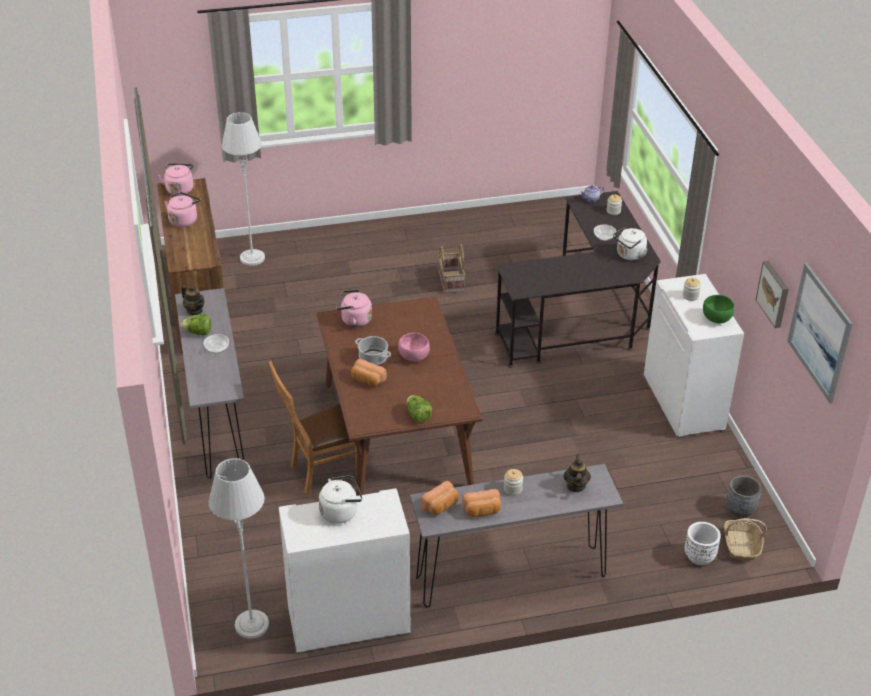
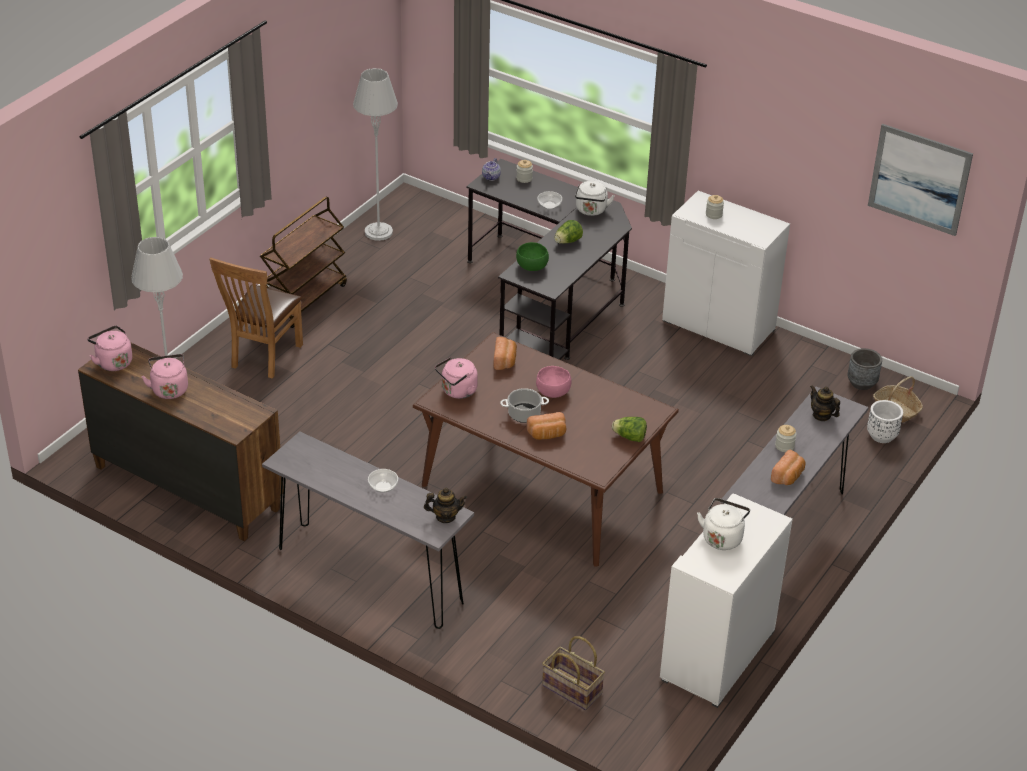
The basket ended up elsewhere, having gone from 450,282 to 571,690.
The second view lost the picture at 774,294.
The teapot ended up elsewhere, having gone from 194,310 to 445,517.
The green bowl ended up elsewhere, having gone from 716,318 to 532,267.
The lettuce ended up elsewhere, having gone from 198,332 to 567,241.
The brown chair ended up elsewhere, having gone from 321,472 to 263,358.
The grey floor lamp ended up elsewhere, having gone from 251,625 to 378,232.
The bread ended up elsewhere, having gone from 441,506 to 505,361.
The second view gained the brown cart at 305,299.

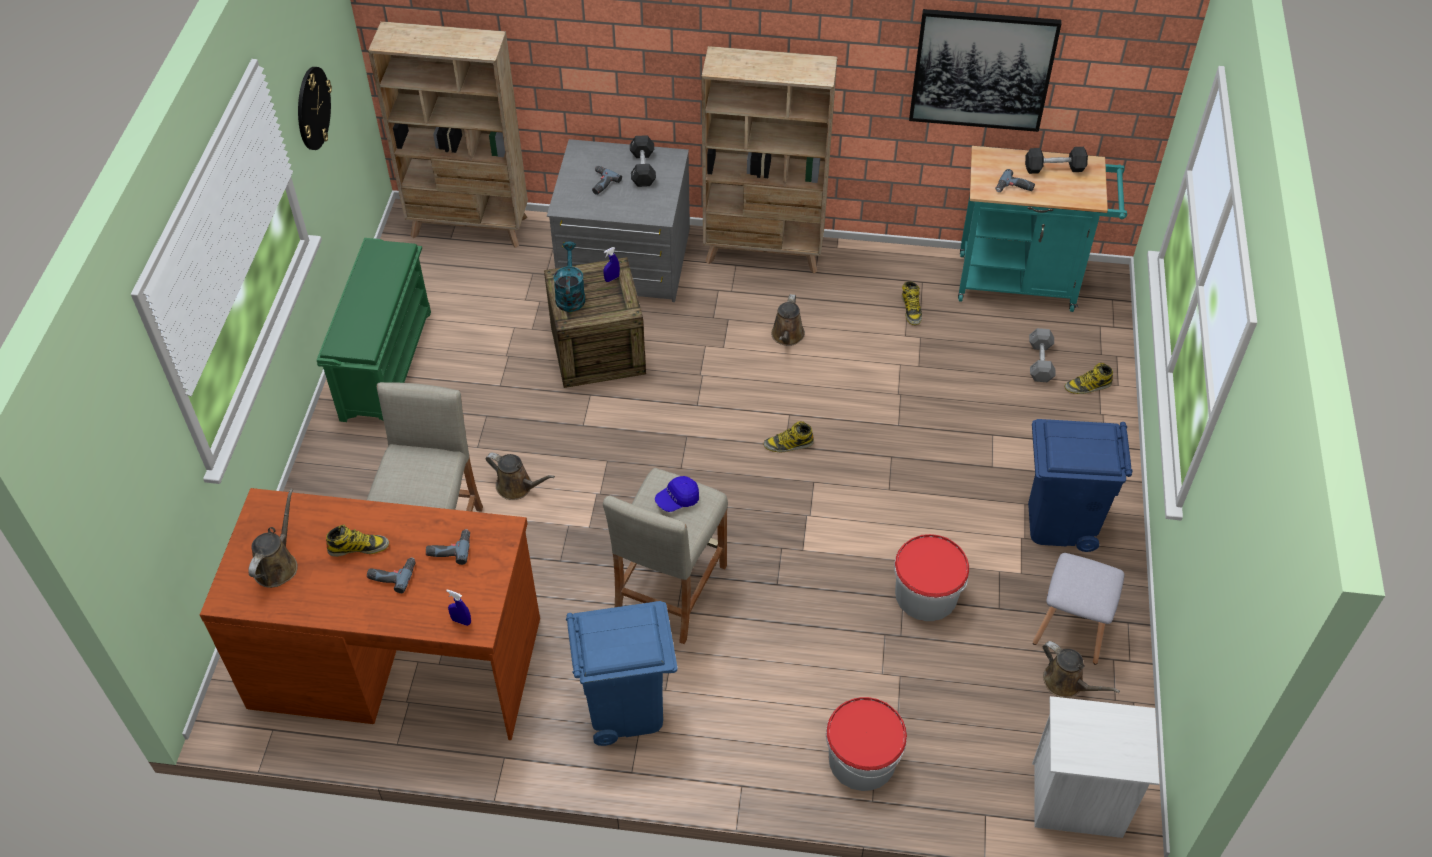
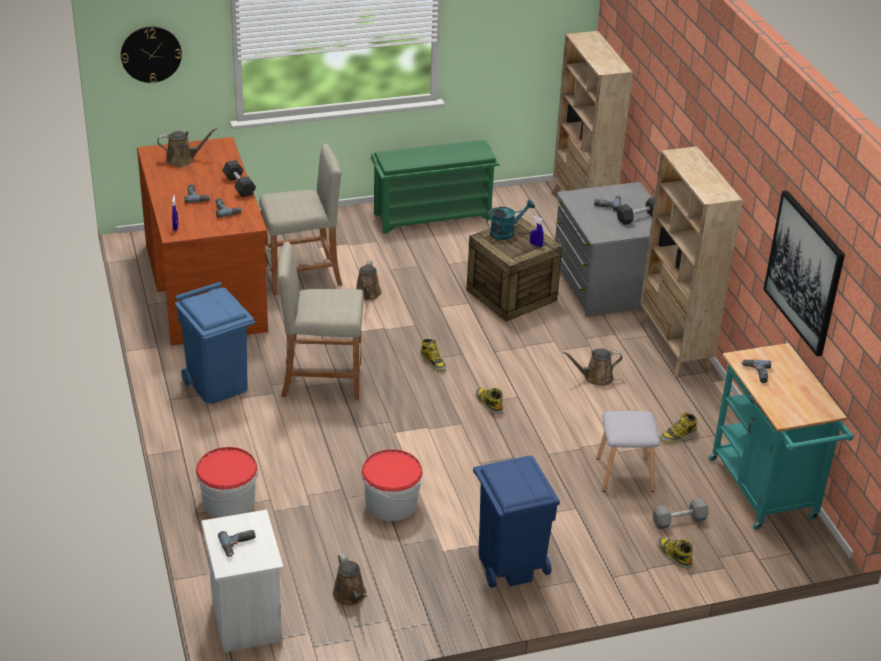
The wall clock ended up elsewhere, having gone from 313,108 to 151,54.
The black dumbbell ended up elsewhere, having gone from 1054,168 to 239,186.
The second view lost the blue cap at 677,500.
The boot ended up elsewhere, having gone from 358,547 to 433,361.
The grey stool ended up elsewhere, having gone from 1072,629 to 623,475.
The brown watering can at 1066,683 ended up facing another way, 45 degrees counterclockwise from before.
The second view gained the power drill at 239,545.

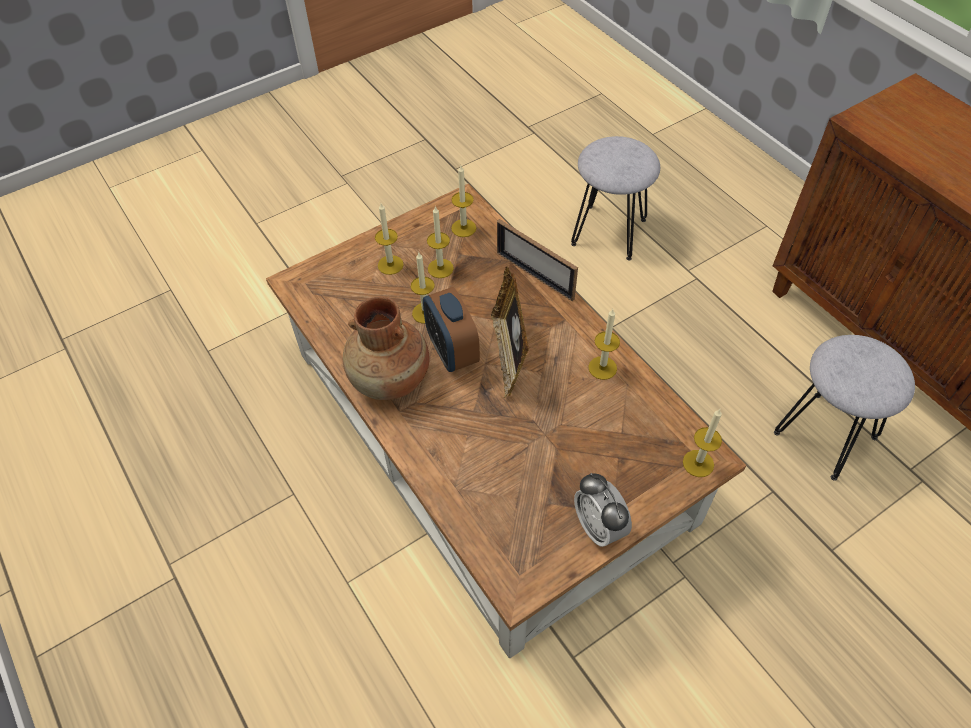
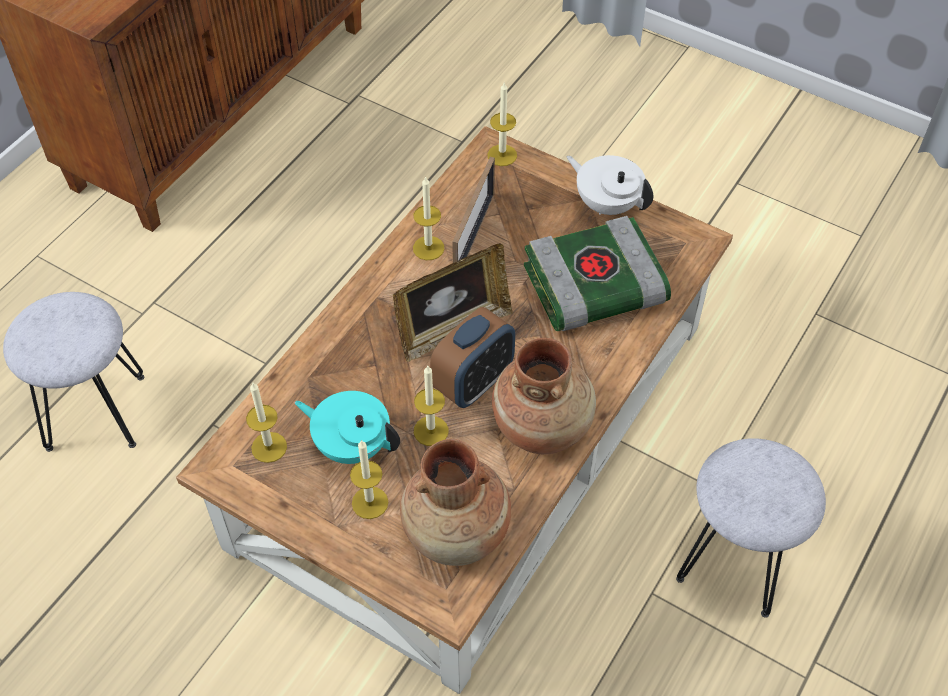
Where the candle stood at 440,268, the turquoise teapot came to stand at 352,444.
The picture frame ended up elsewhere, having gone from 534,275 to 474,235.
The grey stool ended up elsewhere, having gone from 826,435 to 736,558.
Where the alarm clock stood at 599,527, the white teapot came to stand at 607,204.
The second view gained the book at 593,288.
The second view gained the brown vase at 457,532.

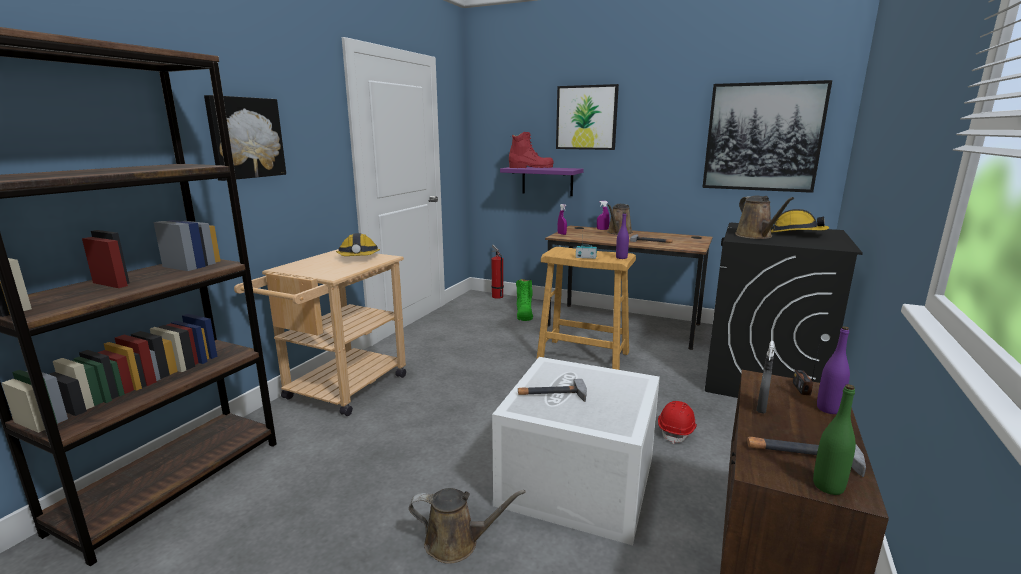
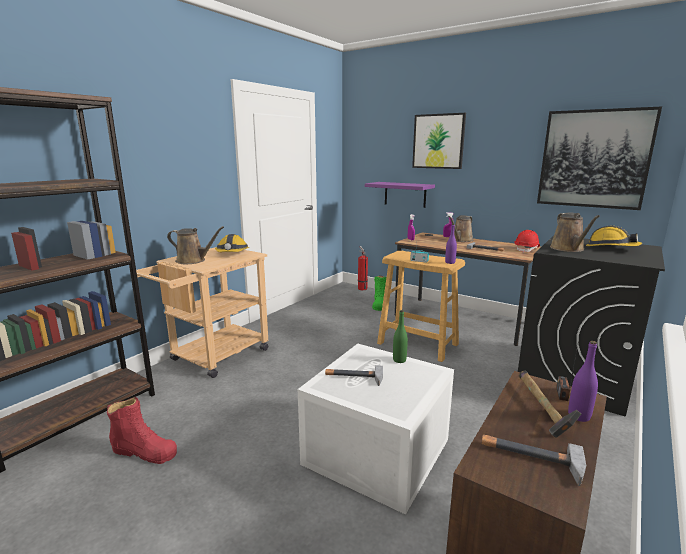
The second view lost the picture at 245,138.
The red boot ended up elsewhere, having gone from 531,167 to 144,451.
The second view lost the grey spray bottle at 761,408.
The green bottle ended up elsewhere, having gone from 828,486 to 399,360.
The red hard hat ended up elsewhere, having gone from 676,431 to 526,249.
The brown watering can ended up elsewhere, having gone from 457,543 to 193,260.
The second view gained the hammer at 541,409.

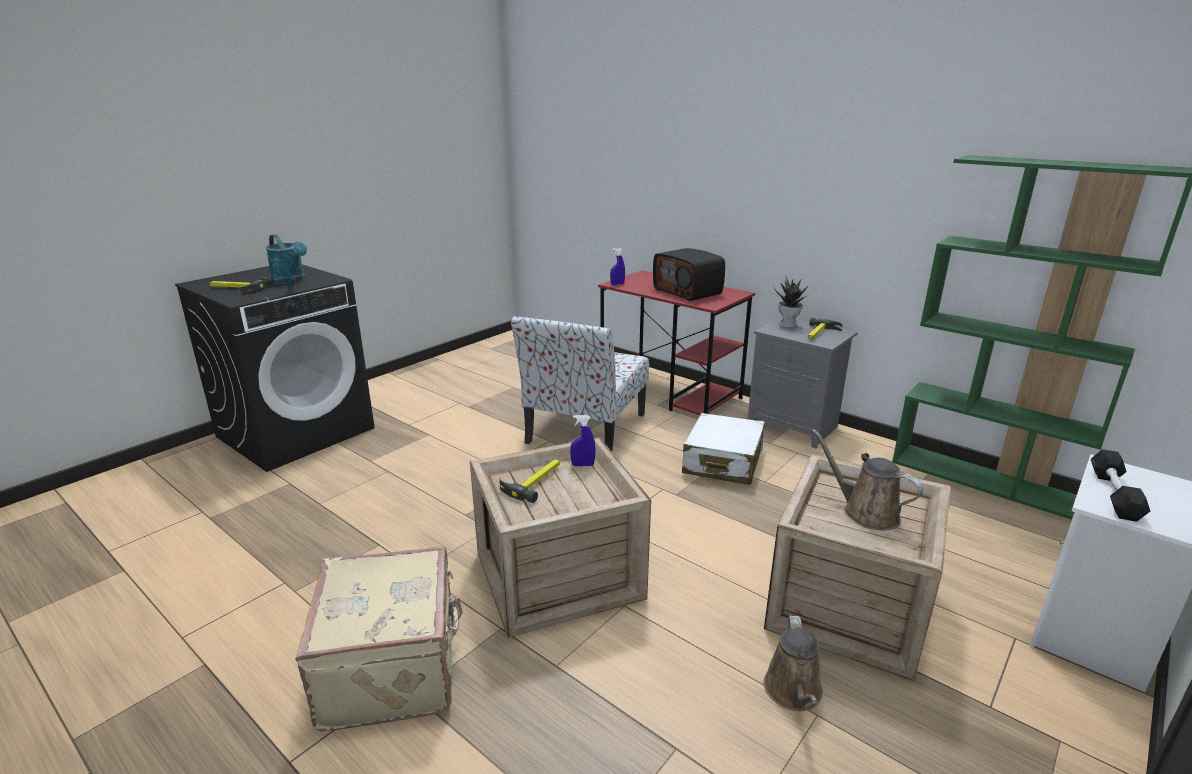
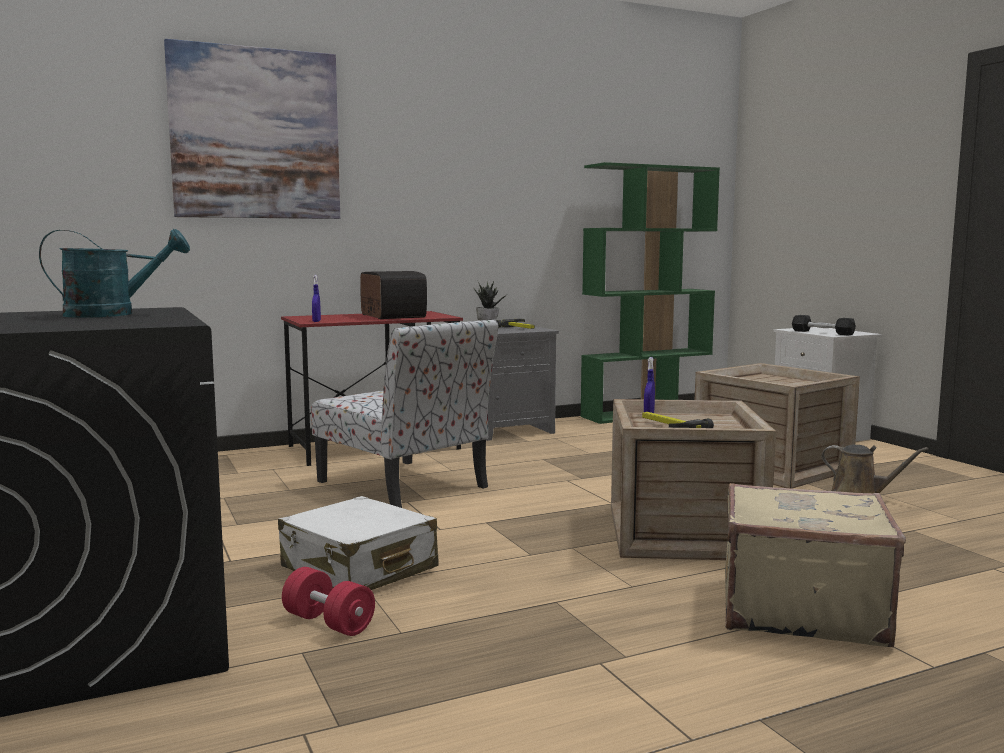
The radio at 688,291 ended up facing another way, 105 degrees counterclockwise from before.
The second view lost the hammer at 235,289.
The white suitcase ended up elsewhere, having gone from 722,462 to 358,568.
The second view lost the brown watering can at 865,512.
The second view gained the picture at 256,134.
The second view gained the red dumbbell at 328,623.

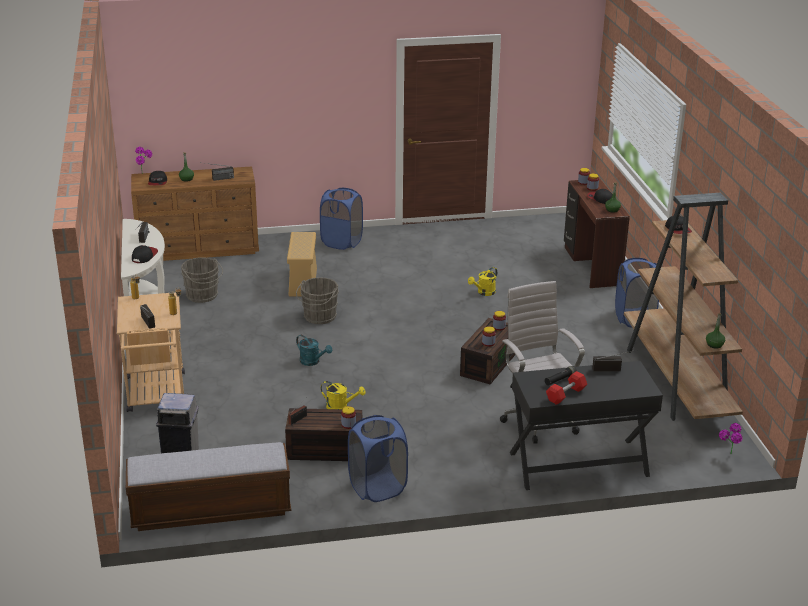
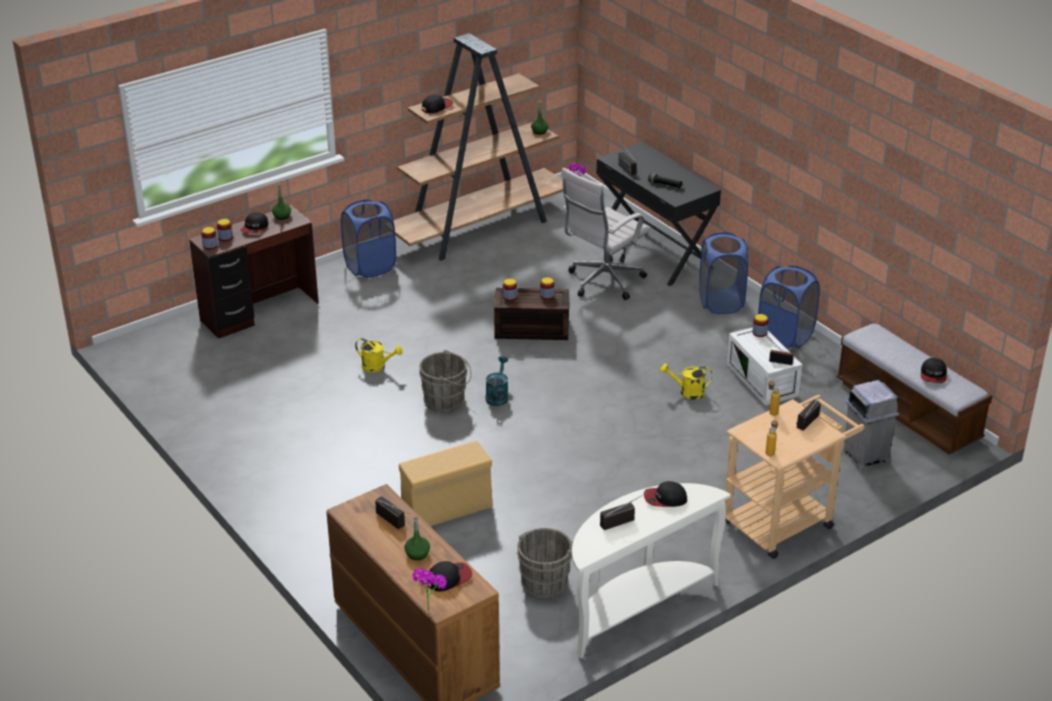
The blue laundry basket ended up elsewhere, having gone from 342,242 to 720,302.
The grey bucket ended up elsewhere, having gone from 318,317 to 447,401.
The turquoise watering can ended up elsewhere, having gone from 313,362 to 497,395.
The second view lost the red dumbbell at 566,394.
The yellow watering can at 341,407 ended up facing another way, 75 degrees counterclockwise from before.
What was the brown storage box at 323,450 turned into the white storage box at 763,380.
The second view gained the cap at 933,375.

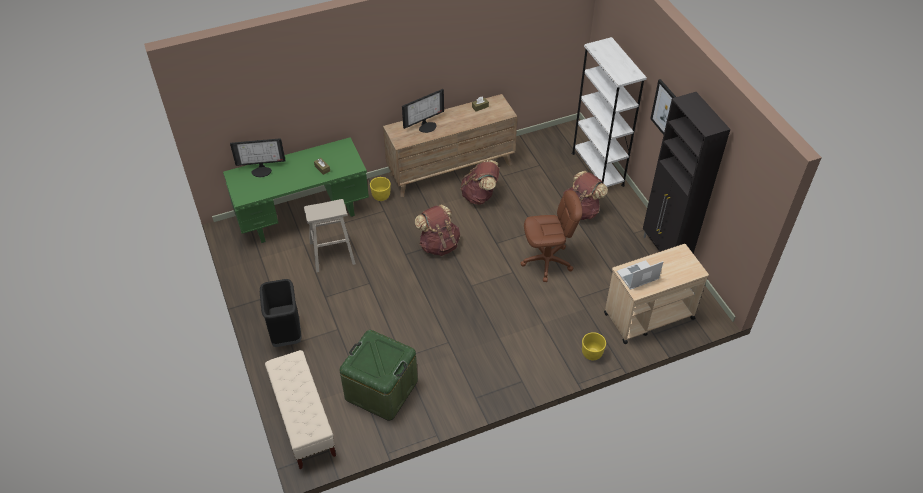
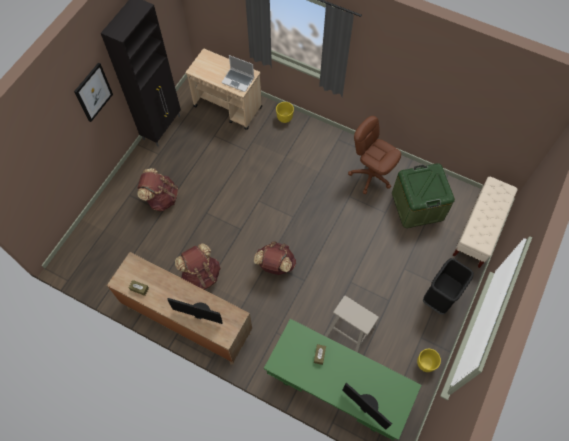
The second view lost the white bookcase at 597,169.
The yellow planter ended up elsewhere, having gone from 381,197 to 425,363.
The brown office chair ended up elsewhere, having gone from 547,262 to 371,175.

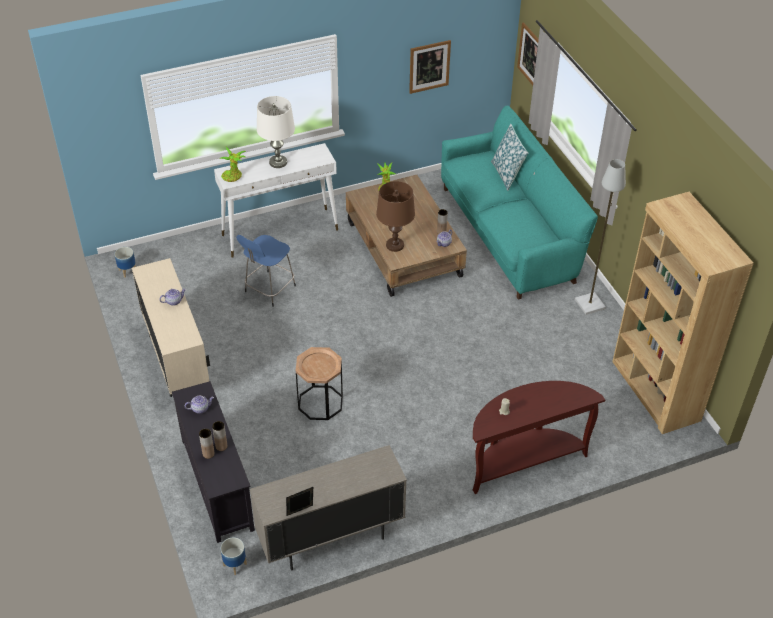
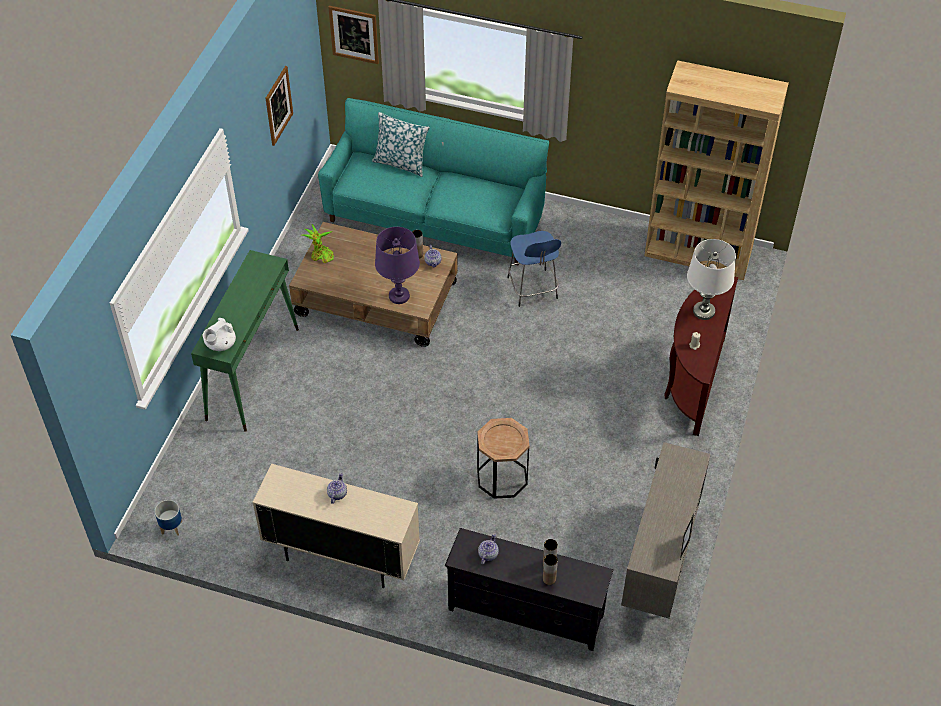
The white table lamp ended up elsewhere, having gone from 278,162 to 704,311.
What was the white console table at 280,232 turned into the green console table at 253,373.
Where the potted plant stood at 233,176, the white teapot came to stand at 220,345.
The second view lost the grey floor lamp at 590,304.
What was the brown table lamp at 394,245 turned into the purple table lamp at 399,296.
The blue stool ended up elsewhere, having gone from 269,290 to 533,289.
The second view lost the planter at 234,564.

